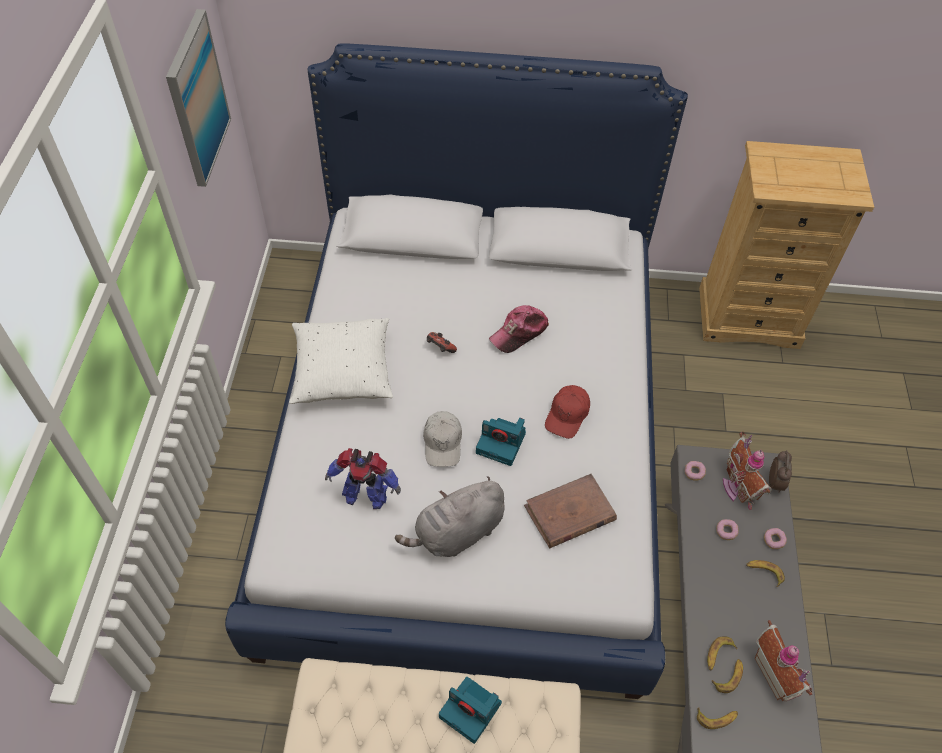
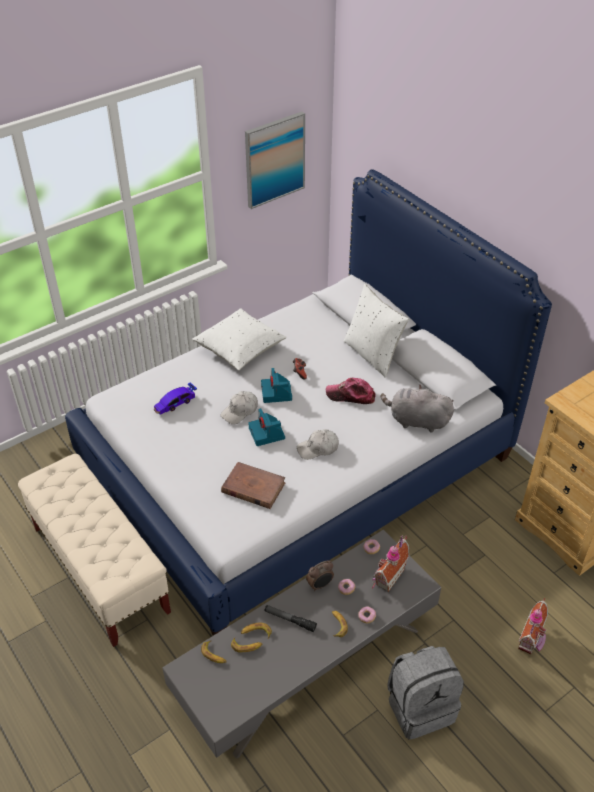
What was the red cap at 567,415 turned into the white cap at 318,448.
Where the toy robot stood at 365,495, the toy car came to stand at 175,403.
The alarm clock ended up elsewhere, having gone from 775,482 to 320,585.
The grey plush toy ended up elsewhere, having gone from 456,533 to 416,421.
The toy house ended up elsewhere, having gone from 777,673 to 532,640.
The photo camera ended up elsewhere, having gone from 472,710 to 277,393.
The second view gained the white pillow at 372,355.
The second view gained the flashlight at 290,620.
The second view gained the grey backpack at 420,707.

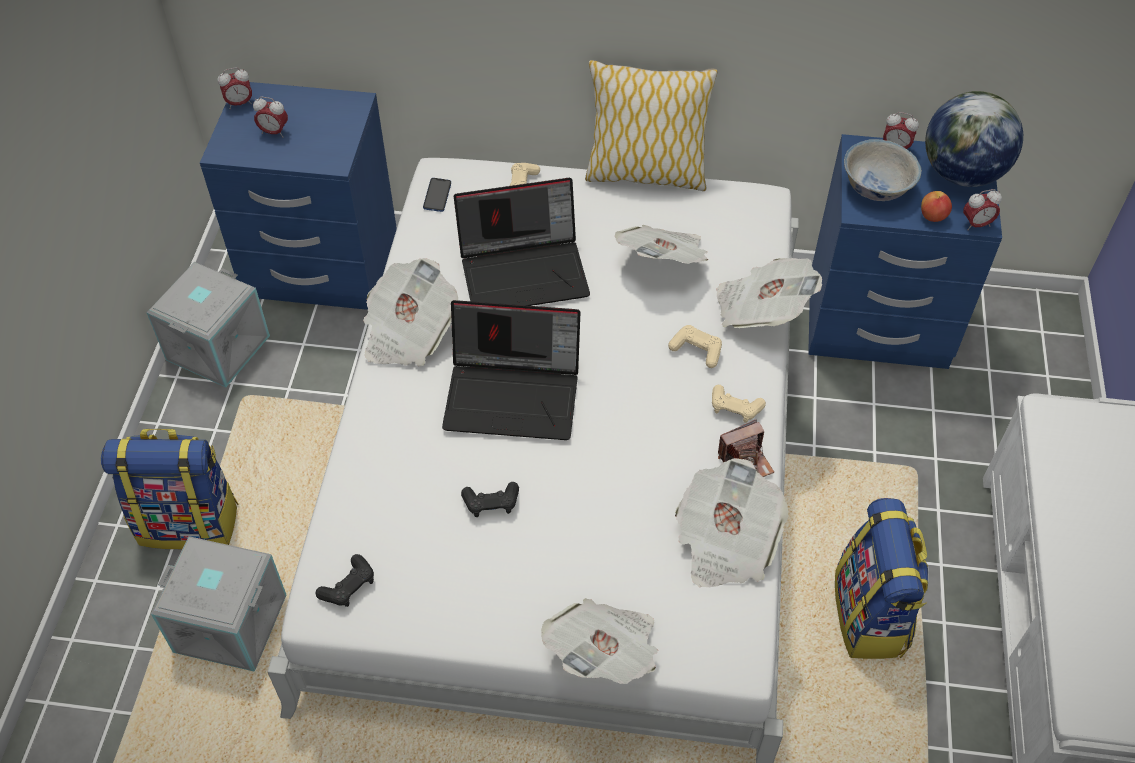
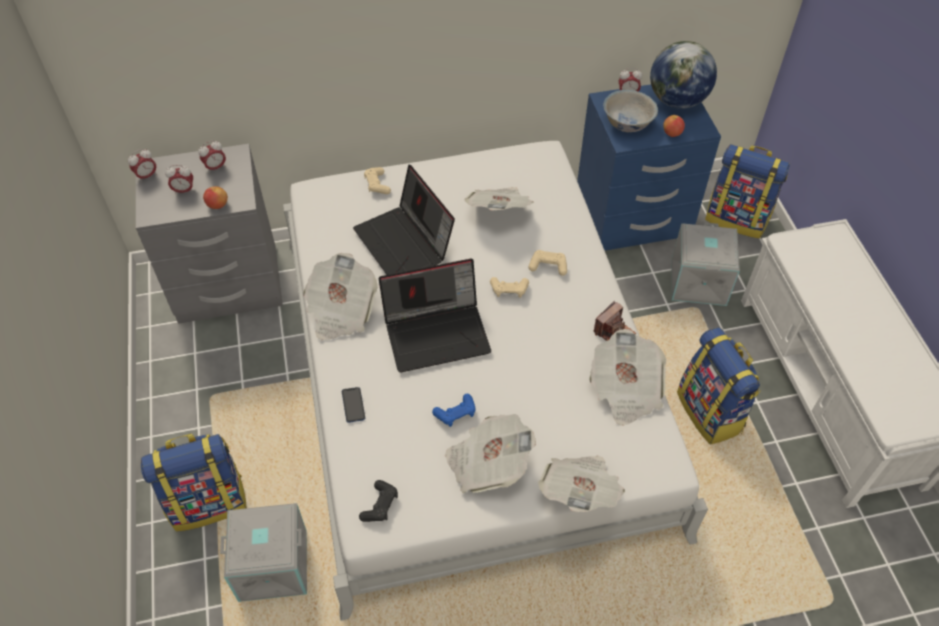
The second view lost the pillow at 645,173.
What was the blue nightstand at 321,267 turned into the grey nightstand at 228,285.
The phone ended up elsewhere, having gone from 437,195 to 353,405.
The laptop at 525,270 ended up facing another way, 90 degrees clockwise from before.
The alarm clock ended up elsewhere, having gone from 976,224 to 215,167.
The newspaper ended up elsewhere, having gone from 761,310 to 488,464.
The grey storage box ended up elsewhere, having gone from 217,346 to 697,281.
The beige game controller ended up elsewhere, having gone from 735,408 to 509,290.
What was the black game controller at 491,503 turned into the blue game controller at 455,413.
The second view gained the backpack at 737,218.
The second view gained the apple at 217,205.

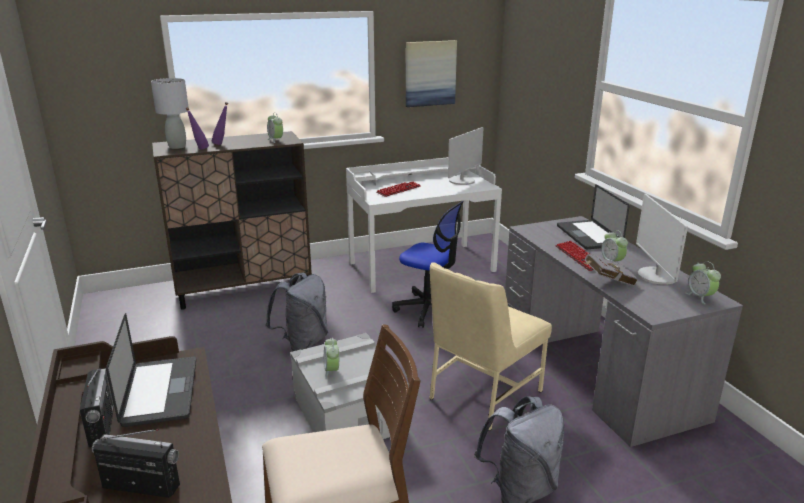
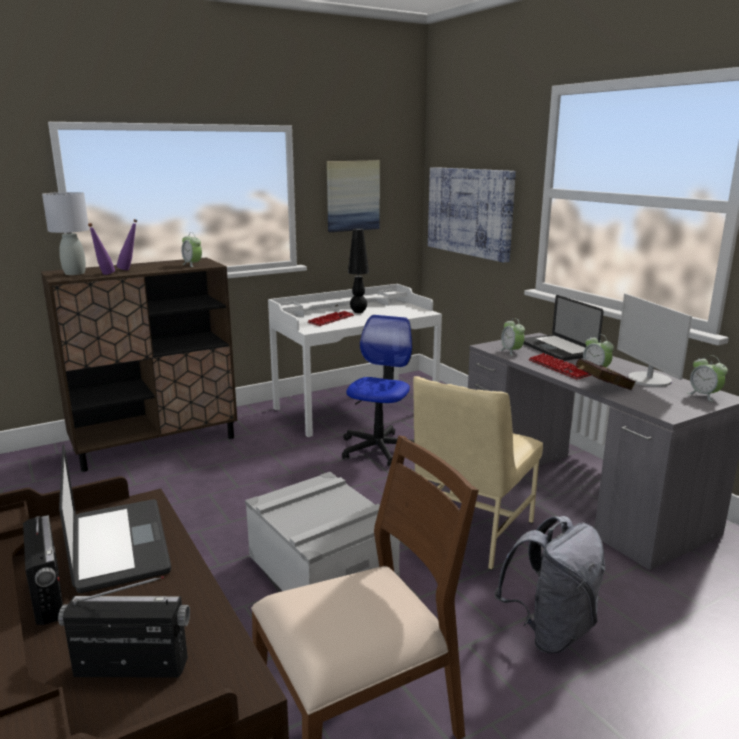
The second view lost the monitor at 462,181.
The office chair at 429,309 ended up facing another way, 90 degrees counterclockwise from before.
What was the grey book at 606,281 turned into the red book at 600,387.
The second view lost the grey backpack at 302,342.
The alarm clock ended up elsewhere, having gone from 332,371 to 511,351.
The second view gained the picture at 470,212.
The second view gained the black table lamp at 358,312.

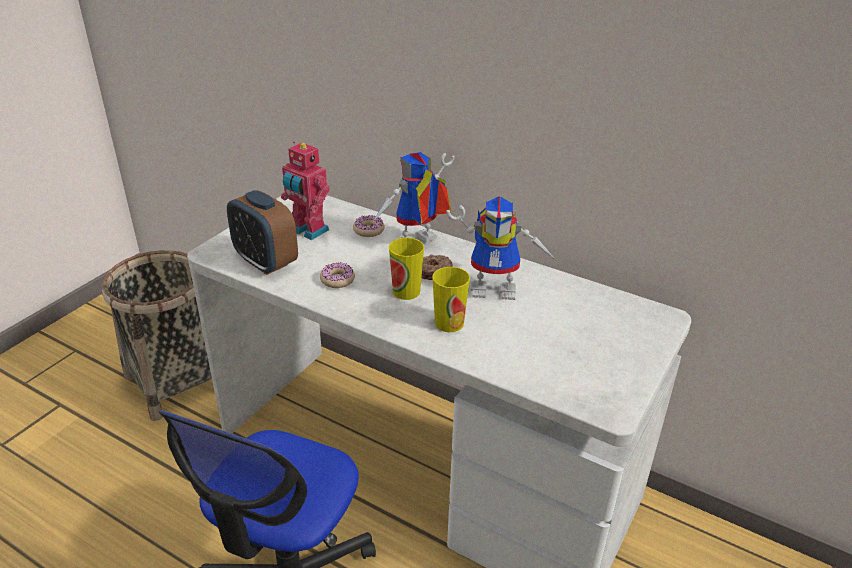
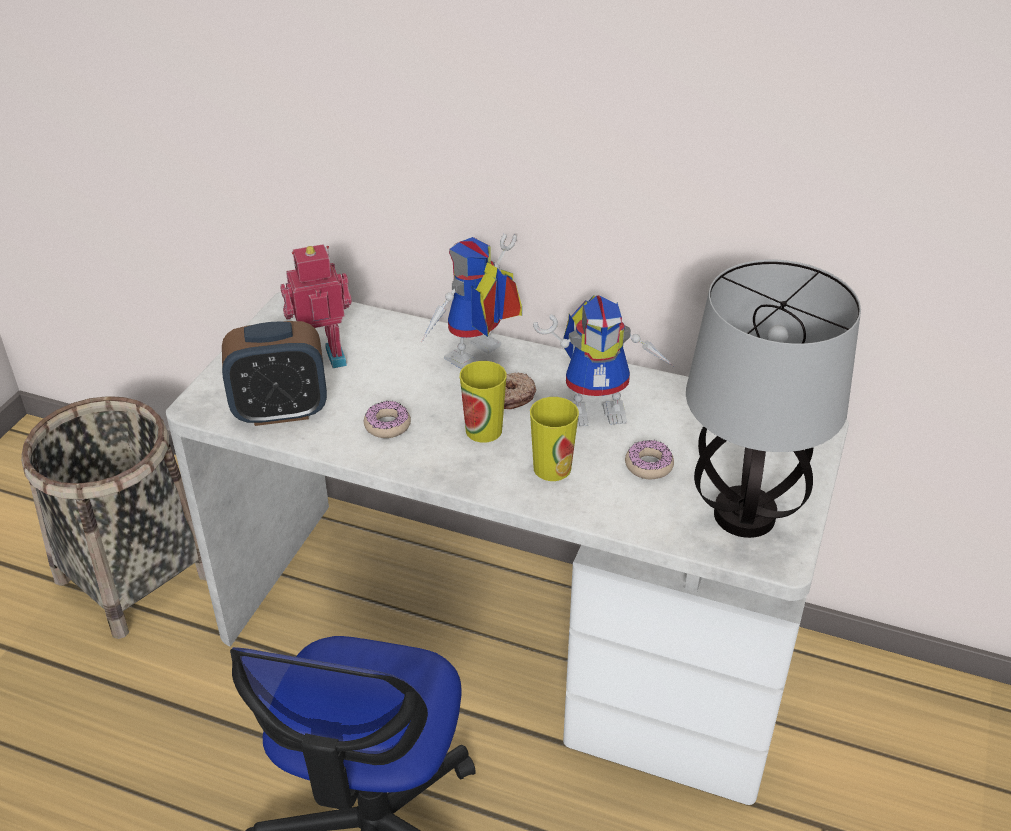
The toy robot at 308,231 ended up facing another way, 135 degrees clockwise from before.
The alarm clock at 265,262 ended up facing another way, 45 degrees counterclockwise from before.
The donut ended up elsewhere, having gone from 368,230 to 649,465.
The second view gained the table lamp at 743,516.

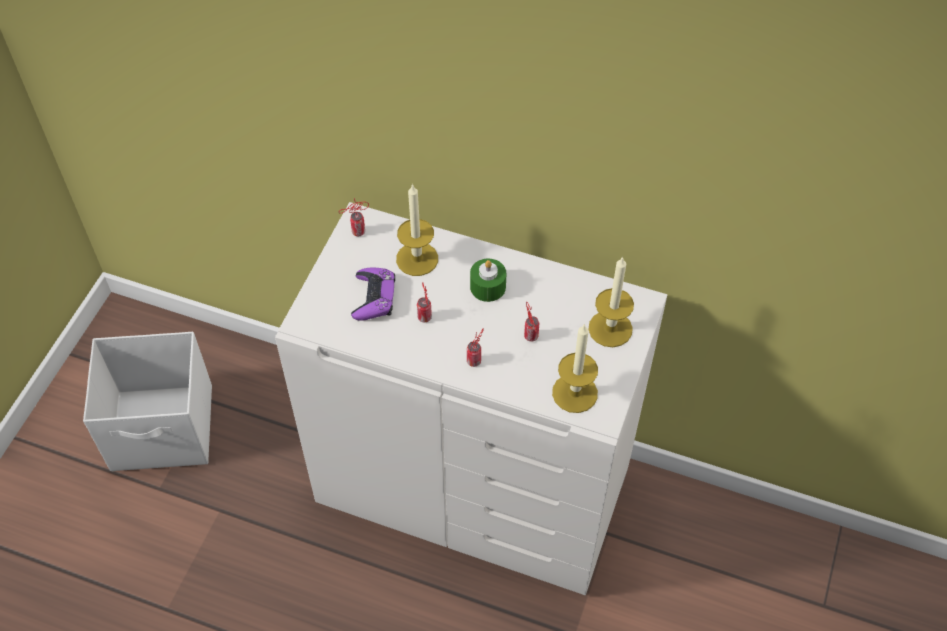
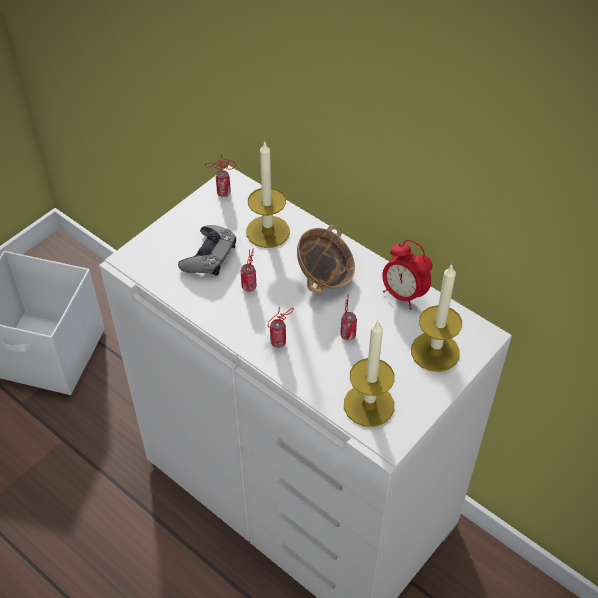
Where the green candle stood at 488,287, the bowl came to stand at 325,276.
What was the purple game controller at 374,298 turned into the grey game controller at 209,255.
The second view gained the alarm clock at 403,295.

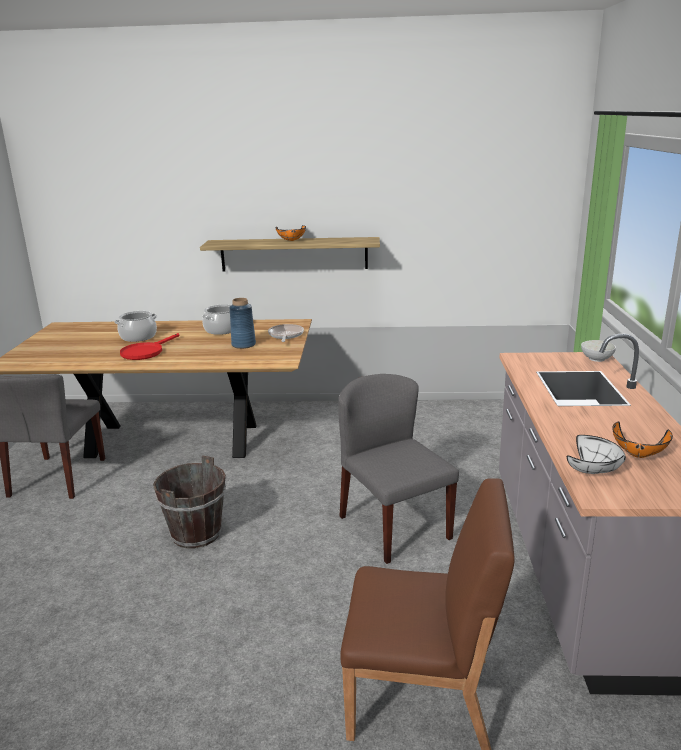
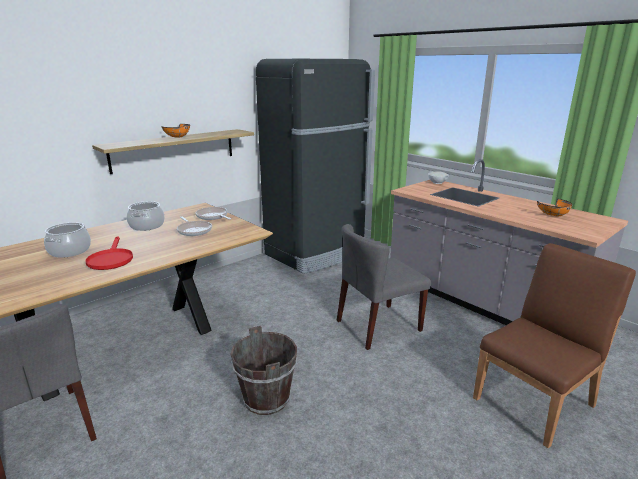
Where the blue vase stood at 244,345, the frying pan came to stand at 194,230.
The grey chair at 393,527 ended up facing another way, 45 degrees counterclockwise from before.
The second view lost the white bowl at 594,471.
The second view gained the black fridge at 316,253.

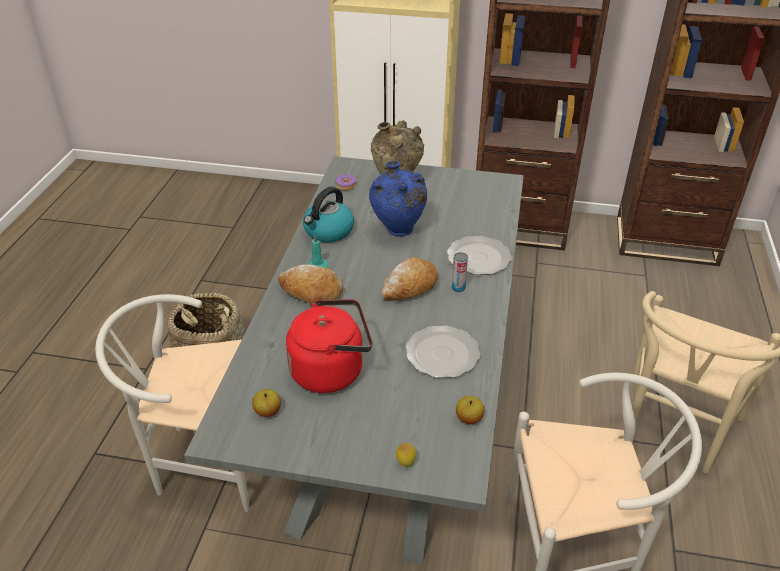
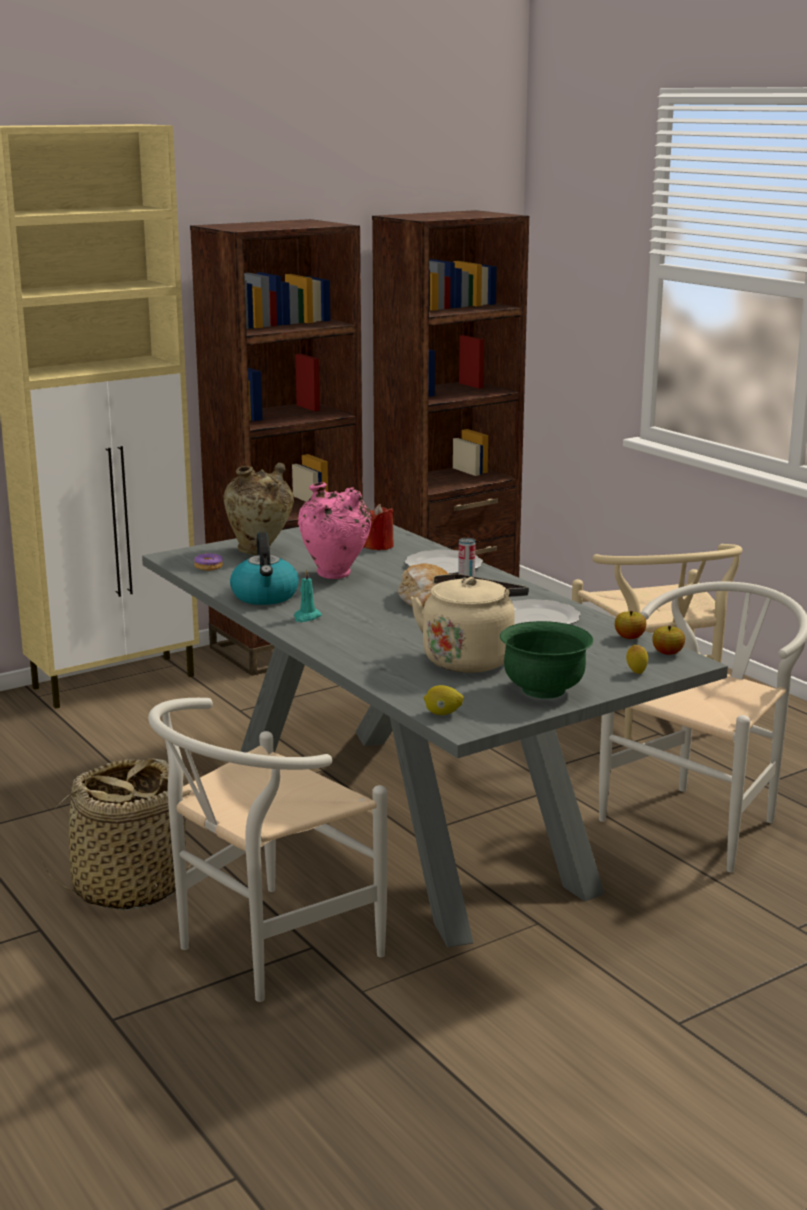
What was the blue vase at 398,232 turned into the pink vase at 335,576.
The second view lost the bread at 310,292.
What was the red kettle at 331,370 turned into the beige kettle at 470,659.
The apple ended up elsewhere, having gone from 267,411 to 667,653.
The second view gained the red candle at 378,546.
The second view gained the green bowl at 544,690.
The second view gained the lemon at 443,714.

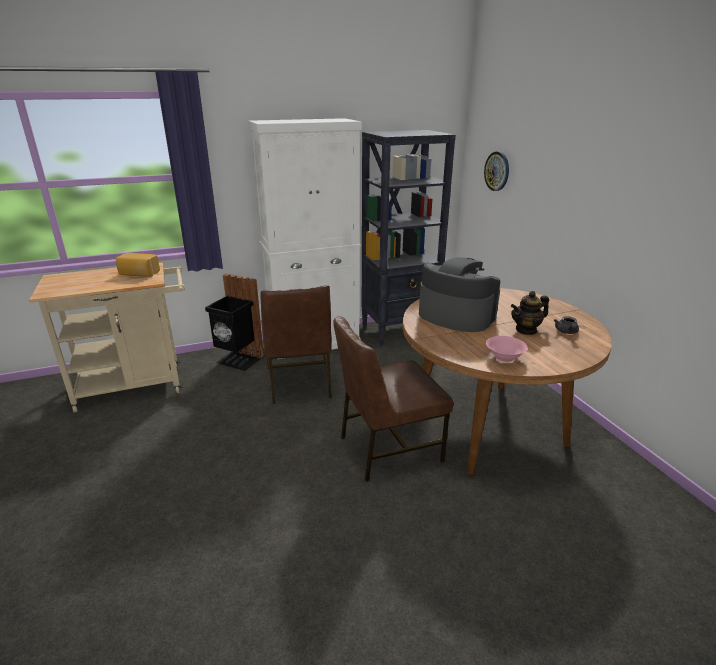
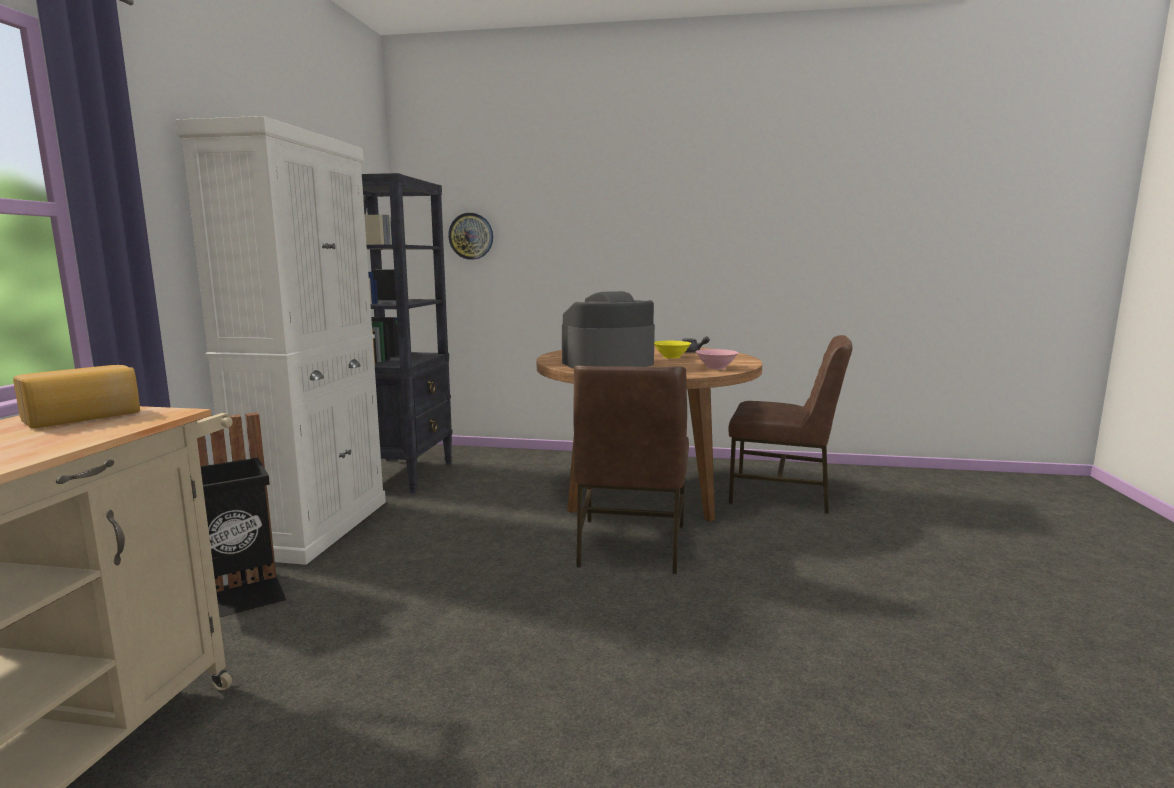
The brown chair ended up elsewhere, having gone from 299,383 to 782,494.
Where the teapot stood at 526,330, the yellow bowl came to stand at 672,357.

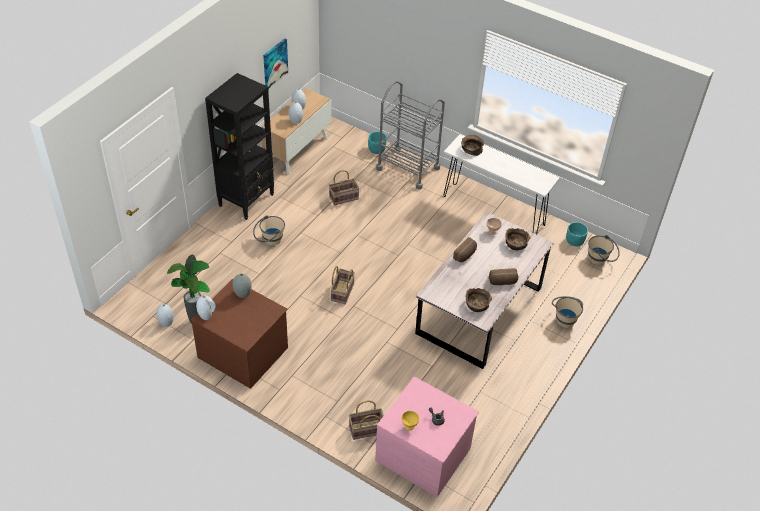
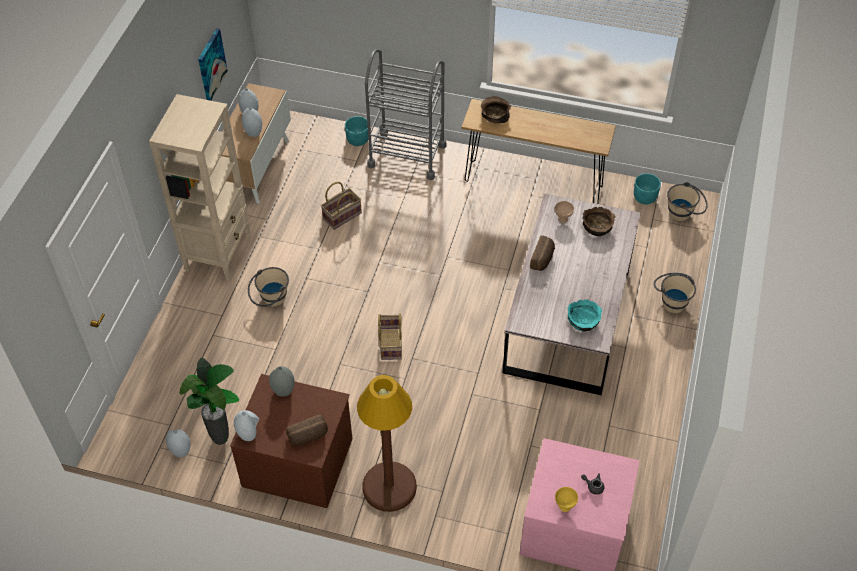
What was the black bookcase at 247,200 turned into the beige bookcase at 218,252.
What was the white console table at 493,210 turned into the brown console table at 533,183.
The bread ended up elsewhere, having gone from 502,282 to 308,437.
What was the brown bowl at 477,305 turned into the turquoise bowl at 583,321.
The second view lost the basket at 366,430.
The second view gained the brown floor lamp at 389,487.

